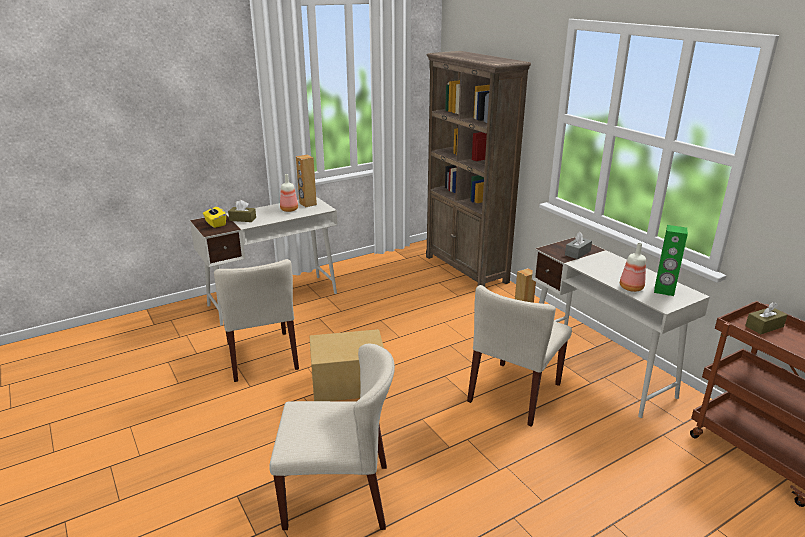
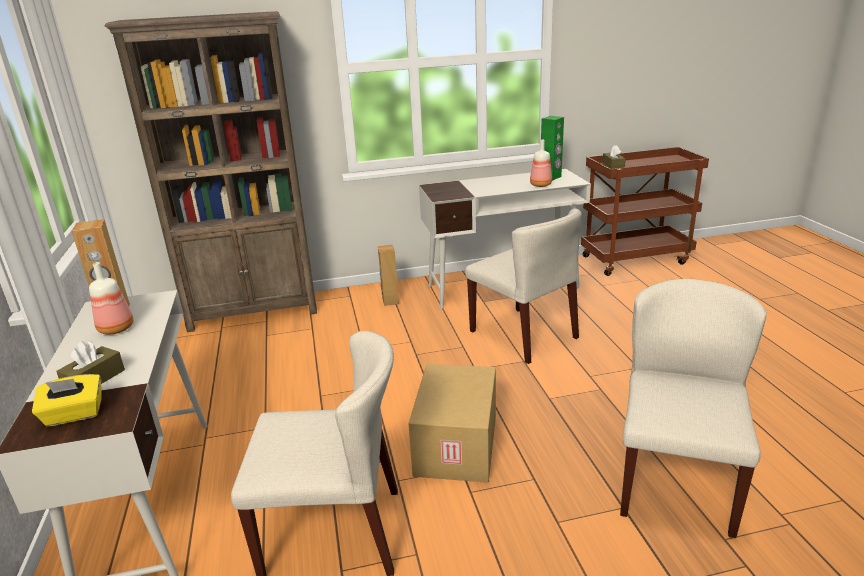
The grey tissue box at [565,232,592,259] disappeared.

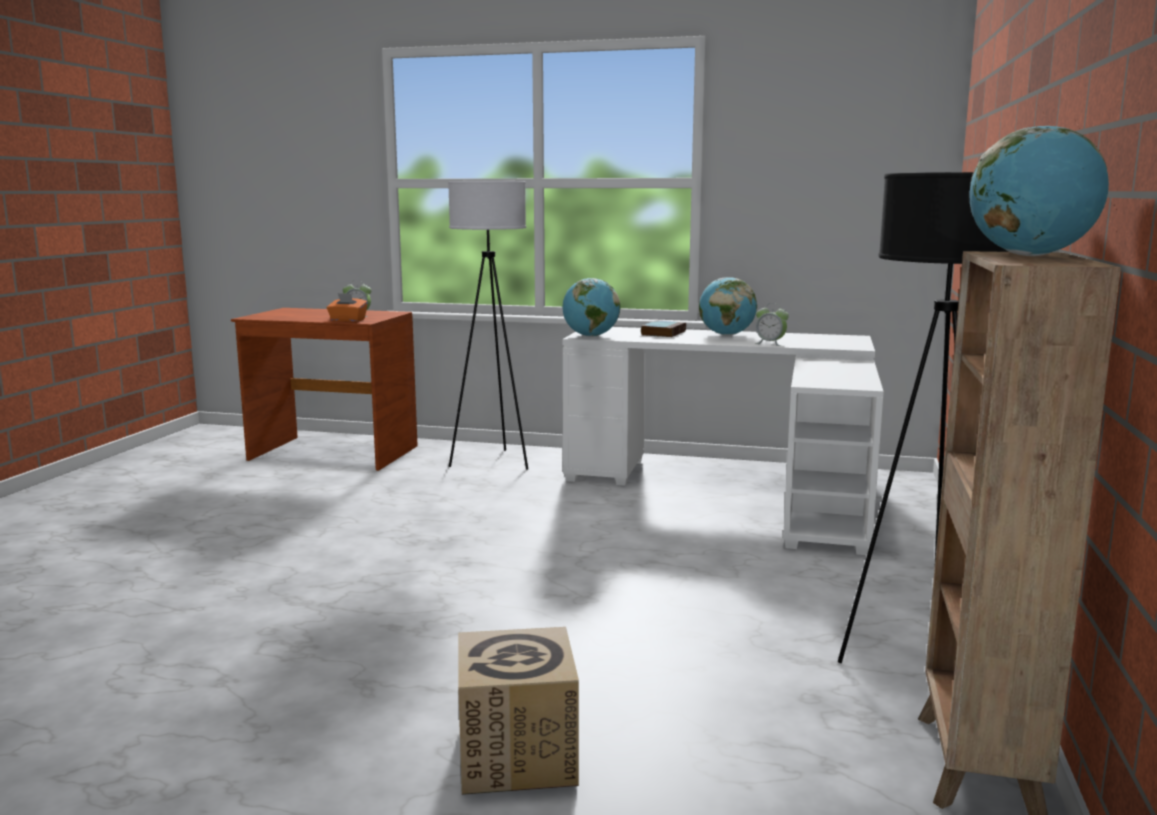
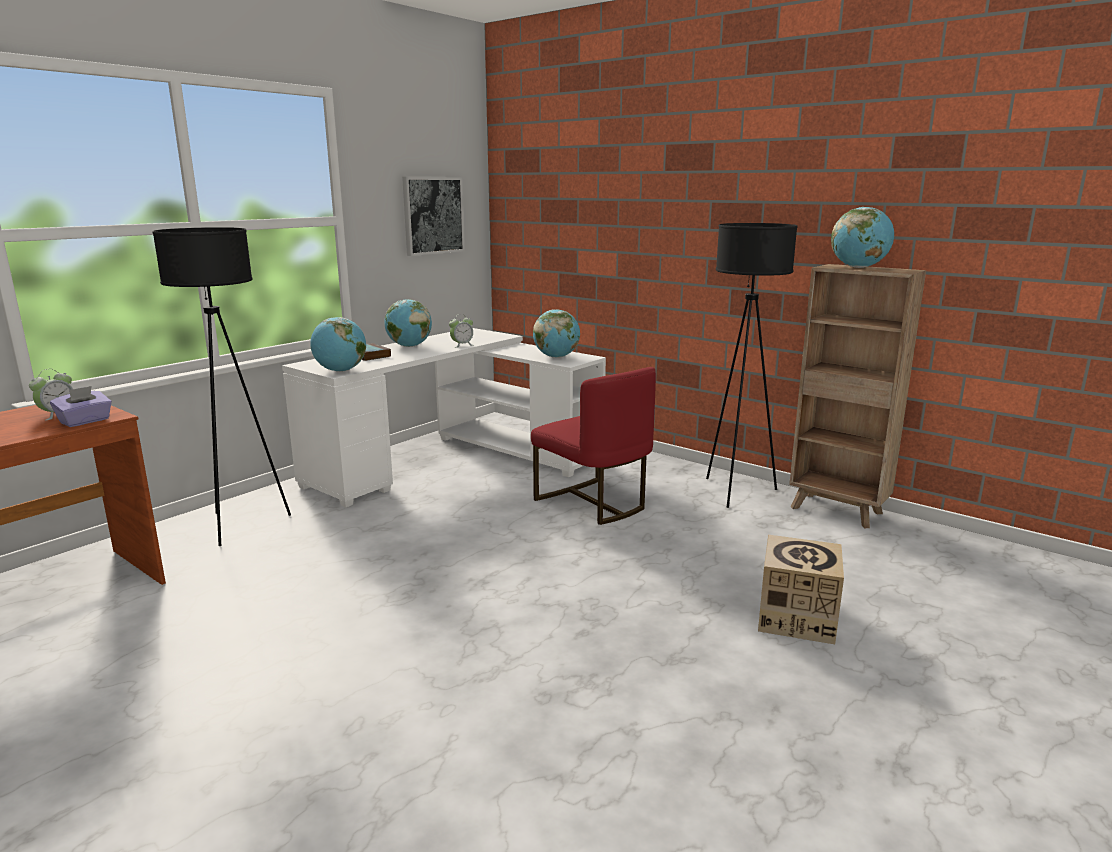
The white floor lamp at [448,181,528,470] became the black floor lamp at [152,227,291,546].
The orange tissue box at [327,293,368,322] became the purple tissue box at [50,386,112,427].
The picture at [402,177,465,256] appeared.
The globe at [533,309,580,358] appeared.
The red chair at [531,367,656,525] appeared.

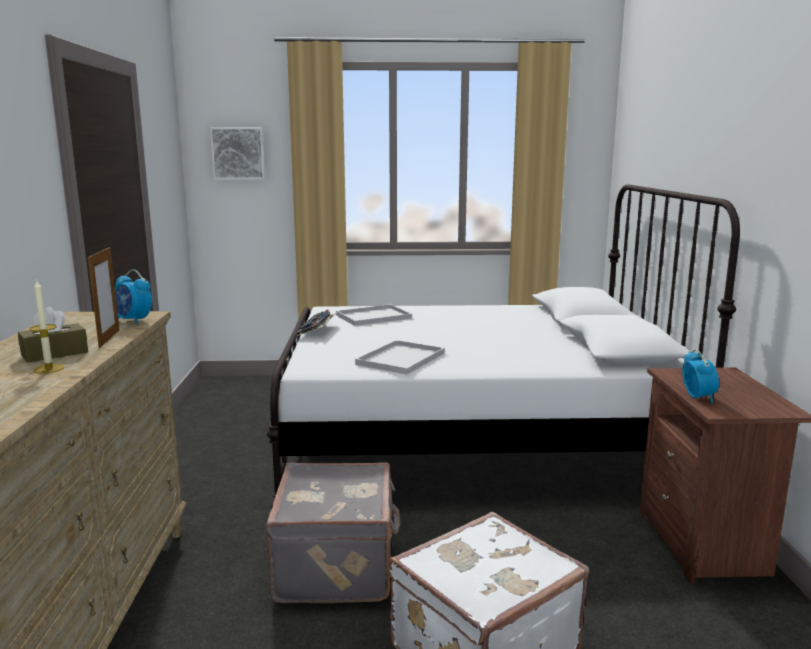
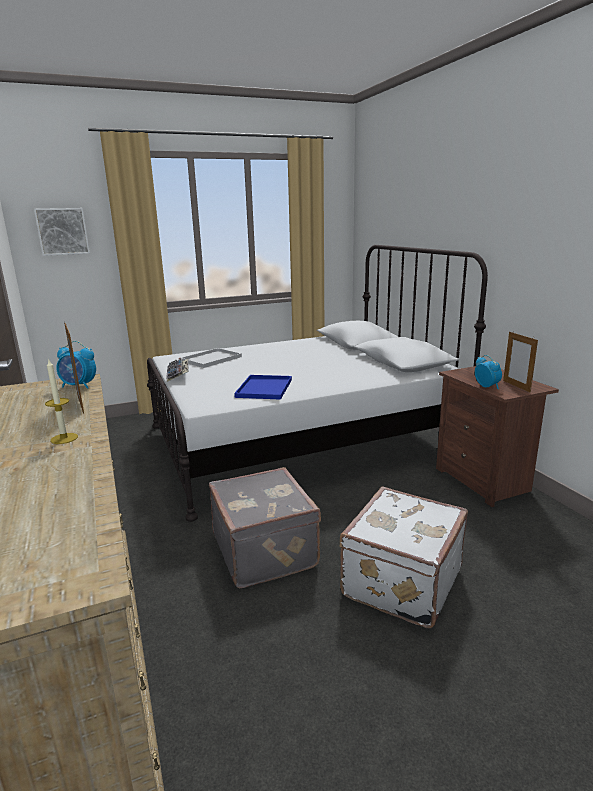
The brown tissue box at [18,307,88,363] disappeared.
The white tray at [355,340,445,374] became the blue tray at [234,375,292,400].
The picture frame at [503,332,538,392] appeared.

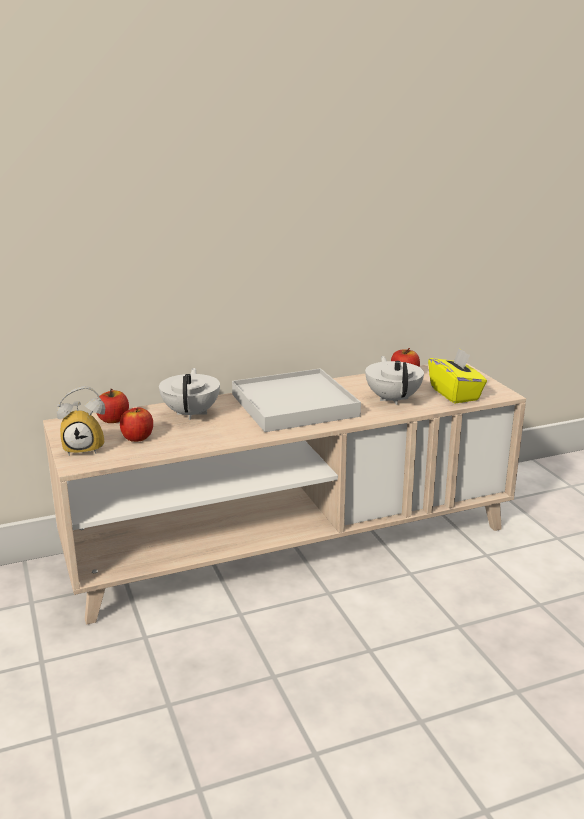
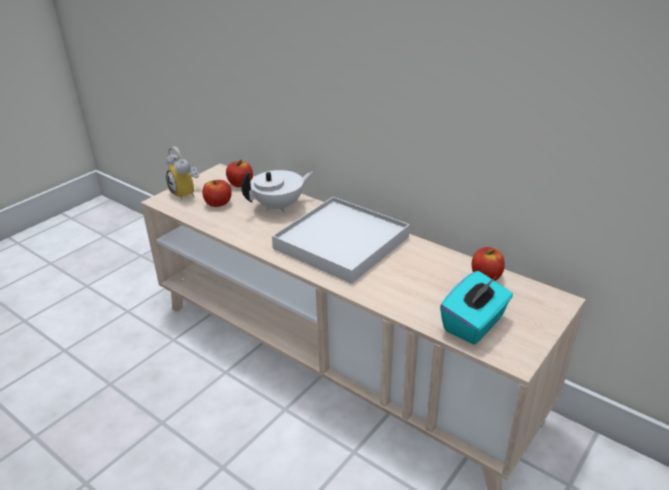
The yellow tissue box at [428,348,487,403] became the turquoise tissue box at [440,271,513,345].
The white teapot at [365,356,424,405] disappeared.

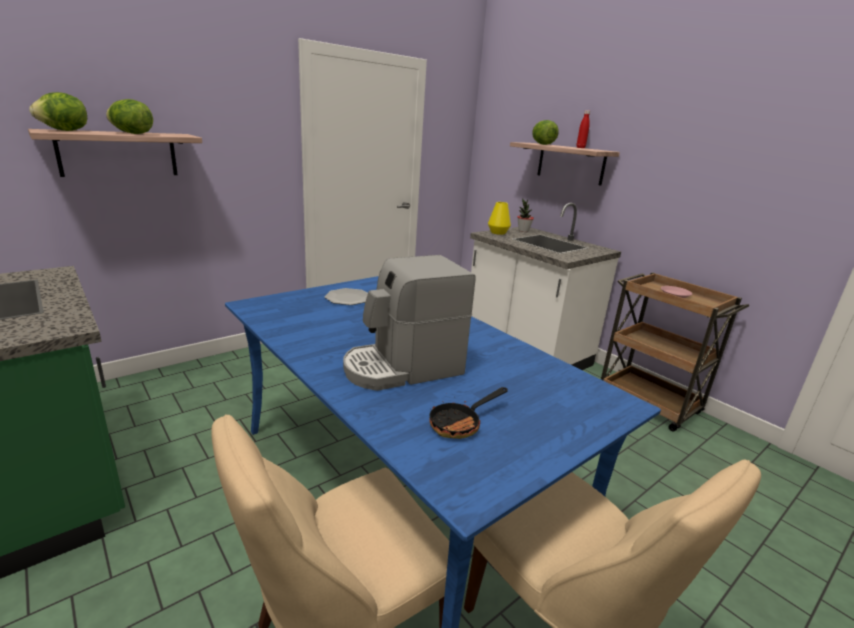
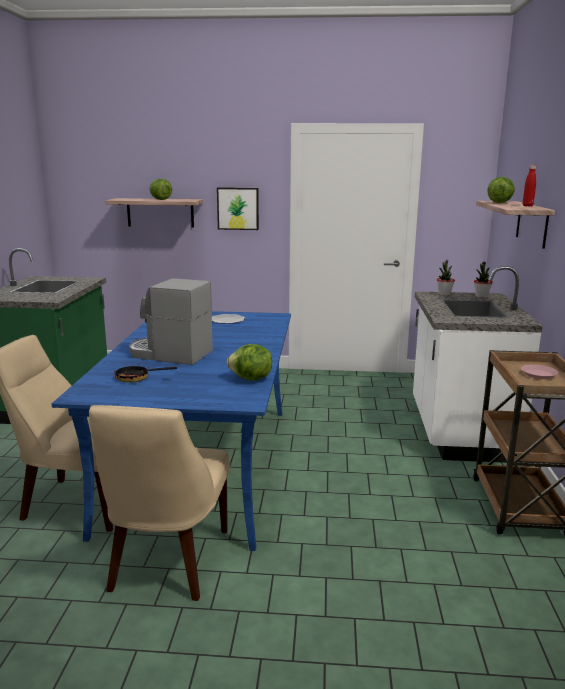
The lettuce moved from [29,92,87,131] to [227,344,272,381].
The yellow vase at [488,202,511,235] was replaced by the potted plant at [437,260,455,296].
The picture at [217,187,259,230] appeared.

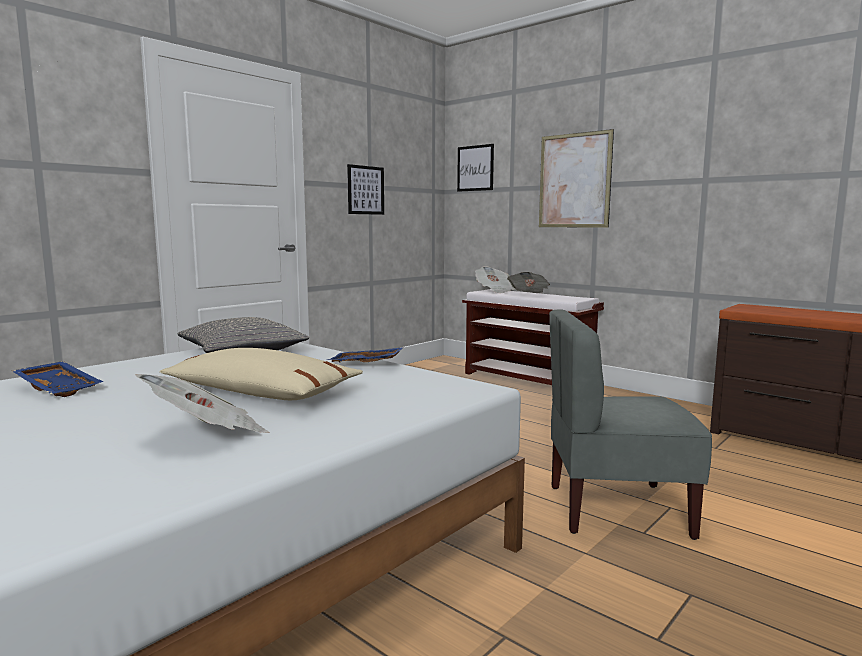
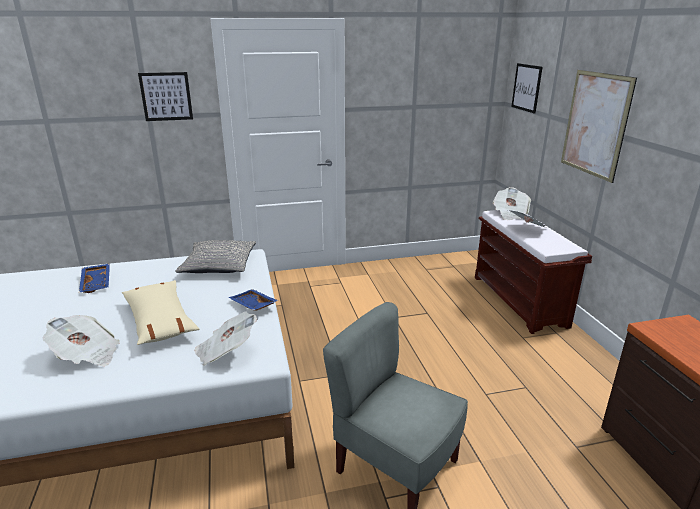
The picture moved from [347,164,384,215] to [138,72,193,121].
The newspaper at [194,312,257,366] appeared.

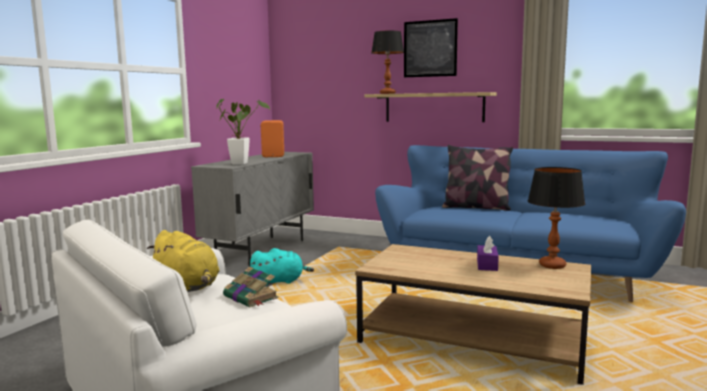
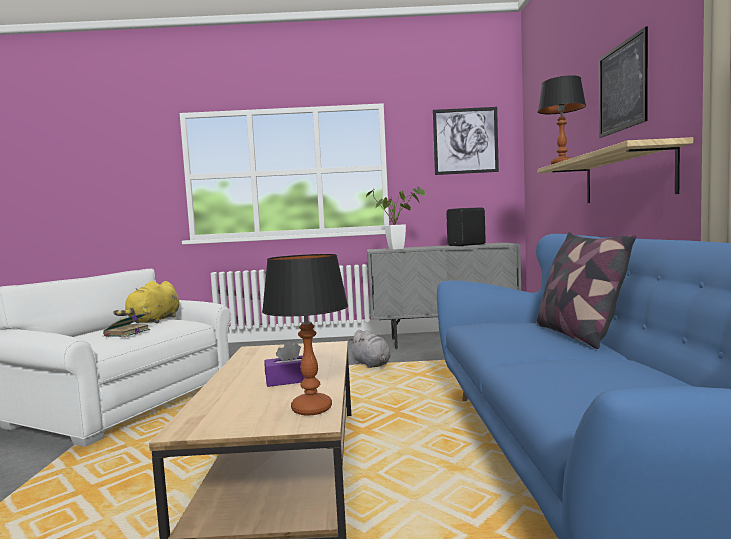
The orange speaker at [261,120,284,157] became the black speaker at [446,207,486,246].
The turquoise plush toy at [250,248,314,285] became the grey plush toy at [349,329,391,368].
The picture at [433,107,499,175] appeared.

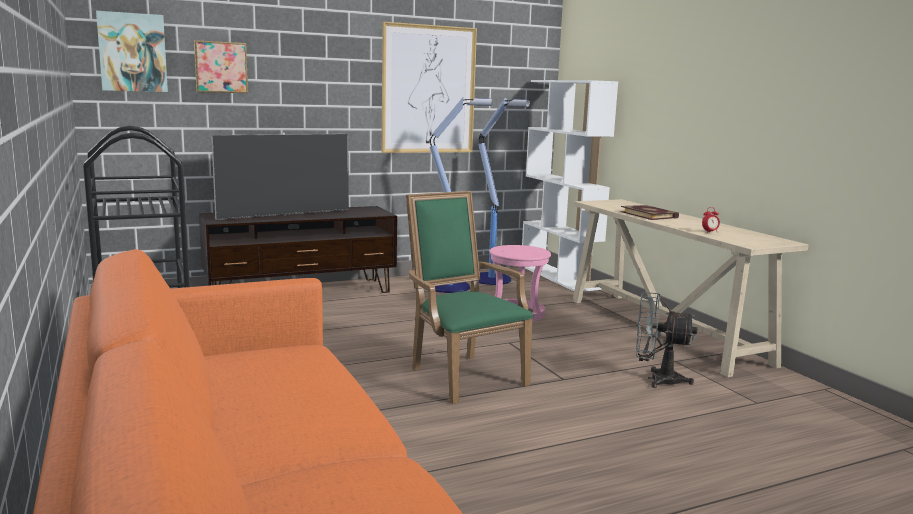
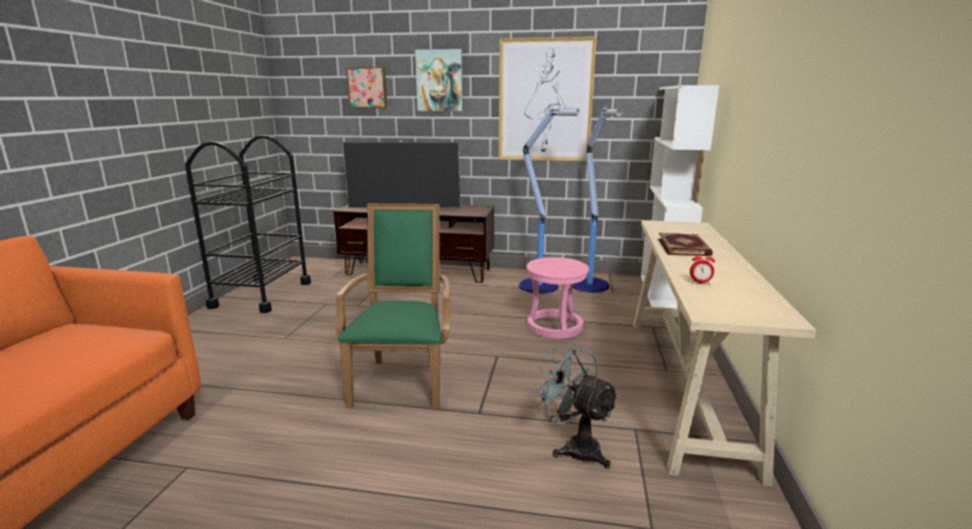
The picture moved from [96,11,168,92] to [415,49,463,111].

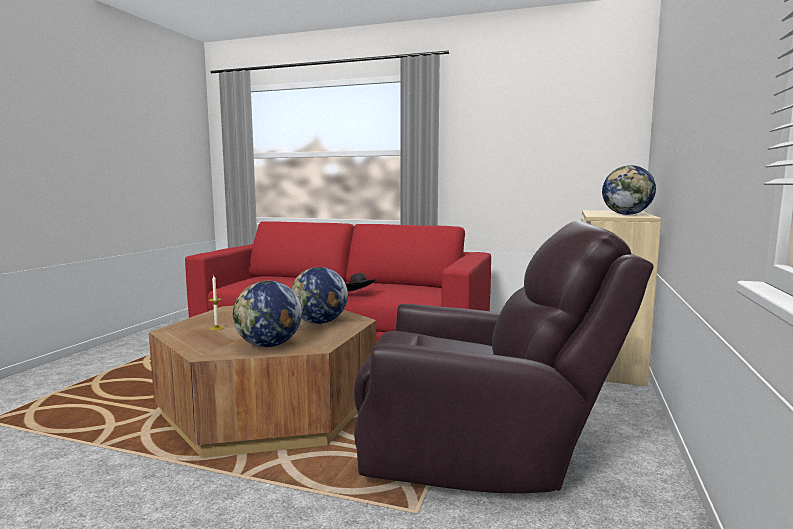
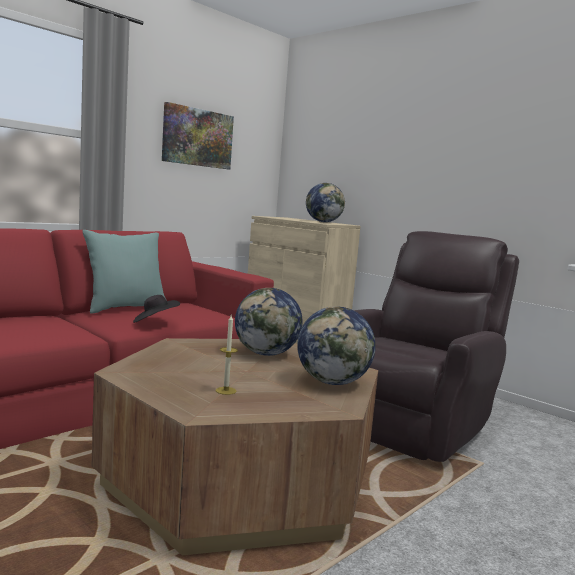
The picture at [162,102,234,169] appeared.
The turquoise pillow at [82,230,167,314] appeared.

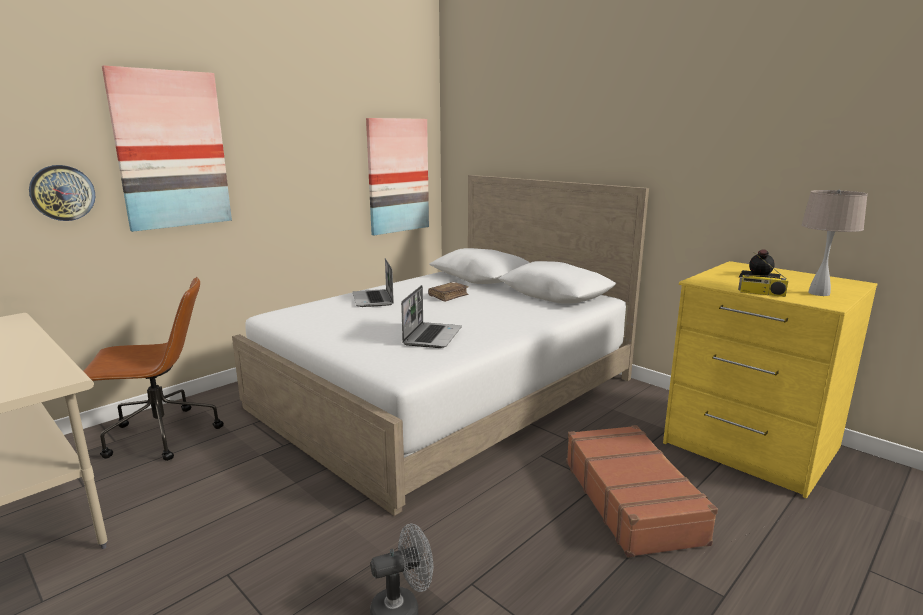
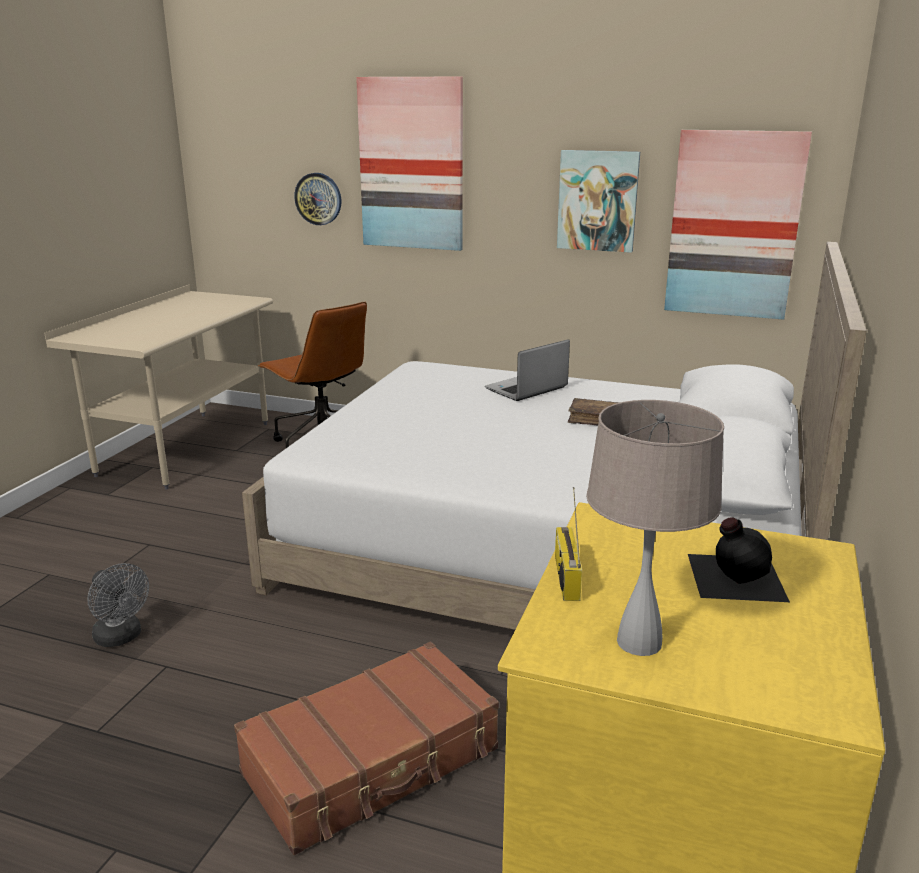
The laptop at [401,285,462,348] disappeared.
The picture at [557,150,640,253] appeared.

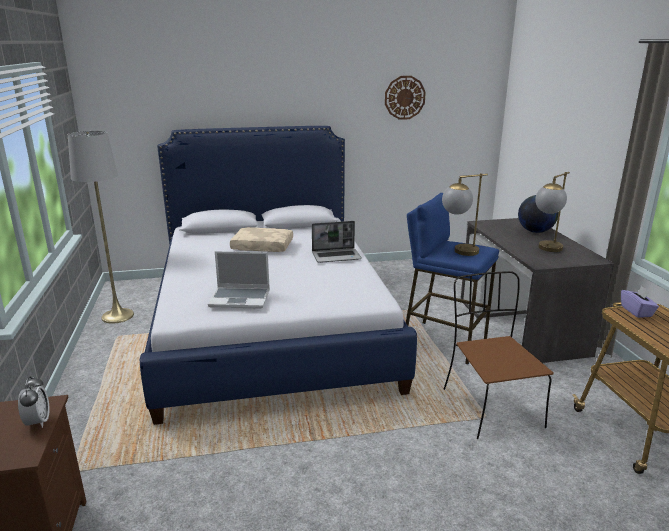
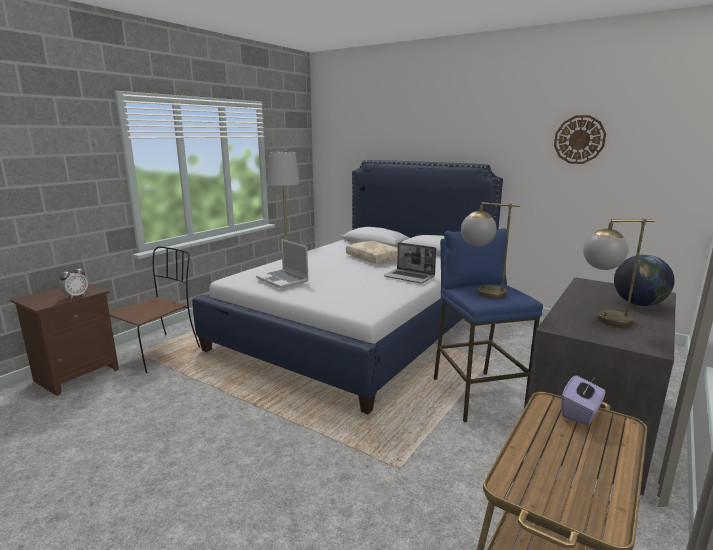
The brown chair moved from [444,271,554,439] to [109,246,200,373].

